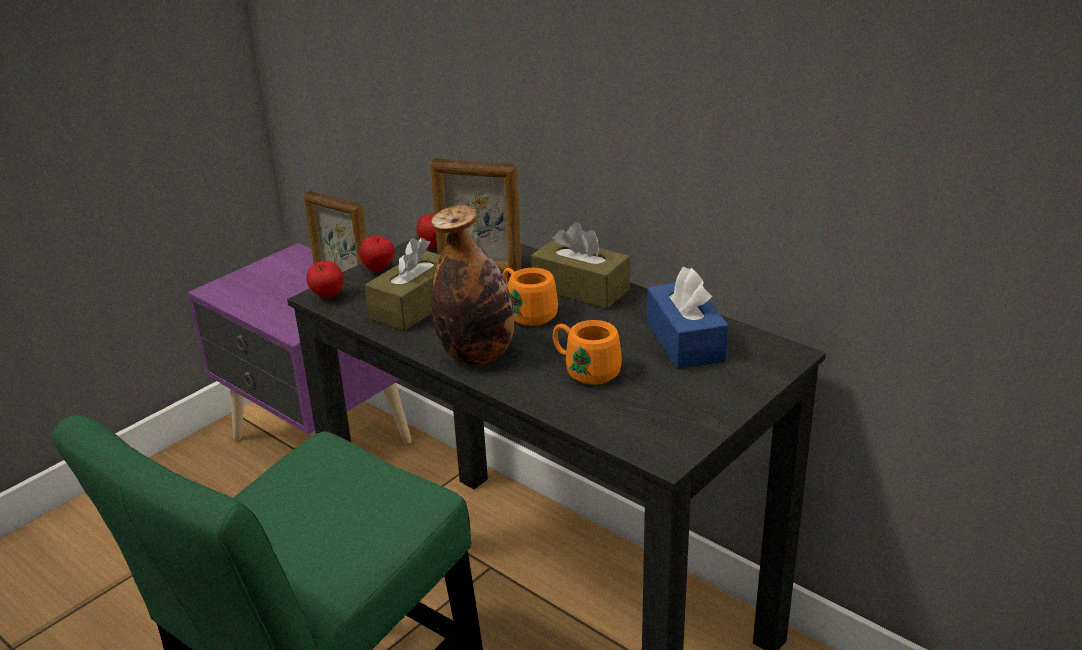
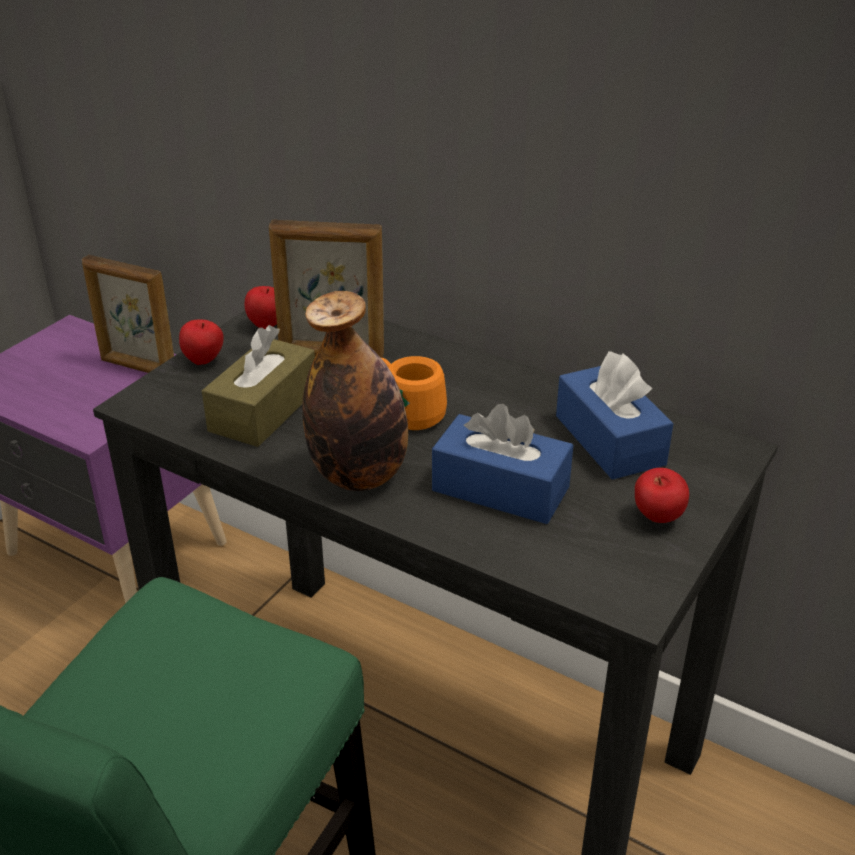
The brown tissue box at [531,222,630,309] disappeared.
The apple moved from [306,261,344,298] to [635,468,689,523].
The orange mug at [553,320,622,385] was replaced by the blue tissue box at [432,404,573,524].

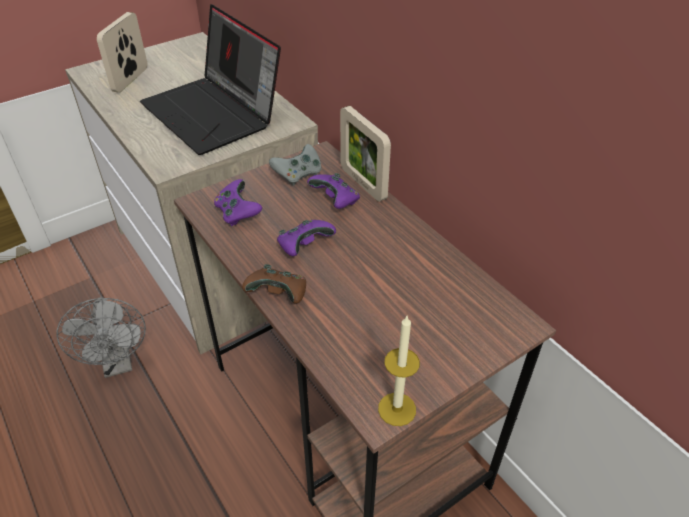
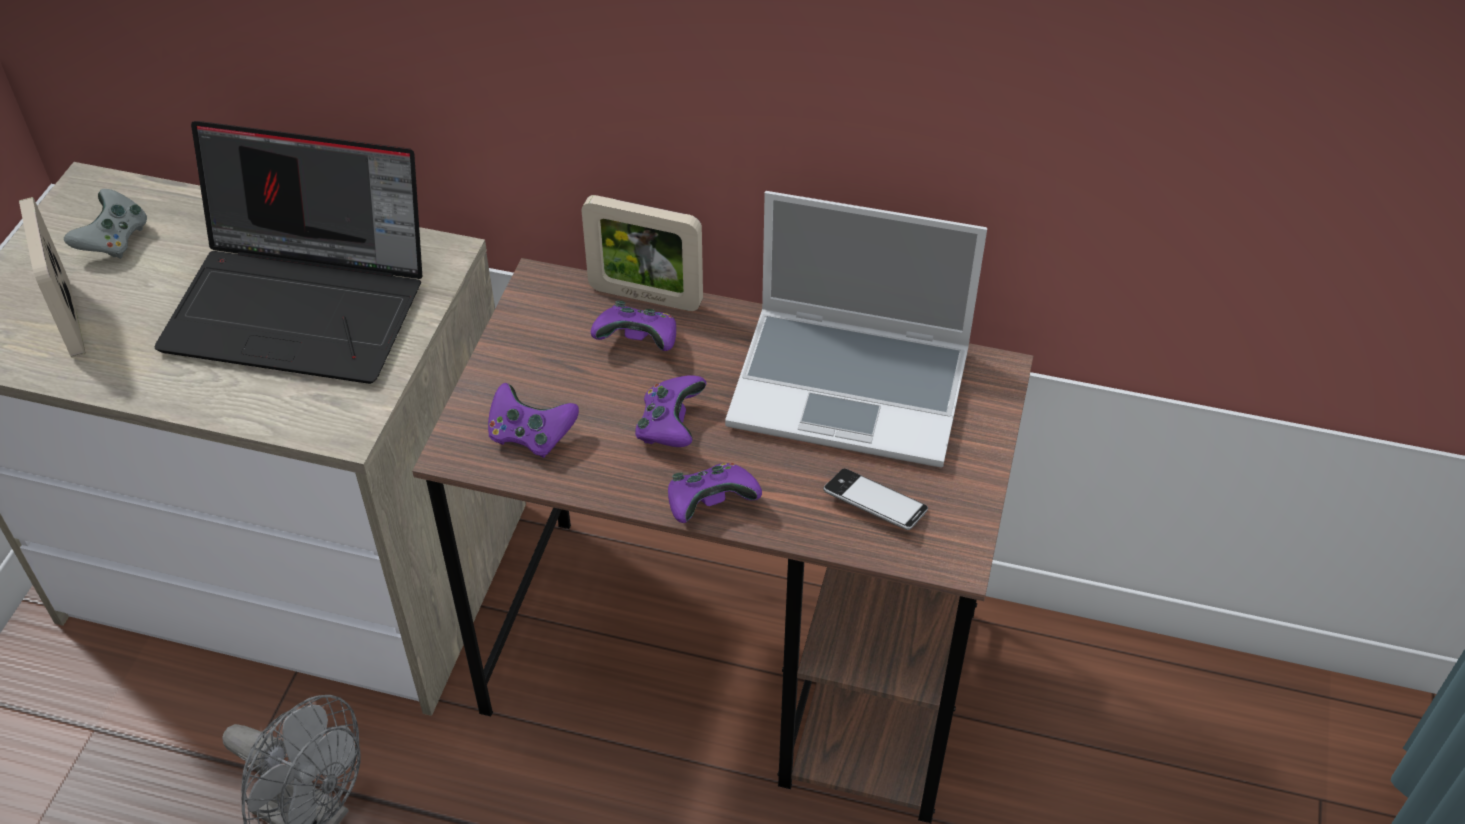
The grey game controller moved from [269,144,322,186] to [64,189,147,259].
The brown game controller at [242,264,306,304] became the purple game controller at [668,463,762,523].
The candle at [378,316,420,426] disappeared.
The laptop at [725,191,987,468] appeared.
The phone at [823,468,928,530] appeared.

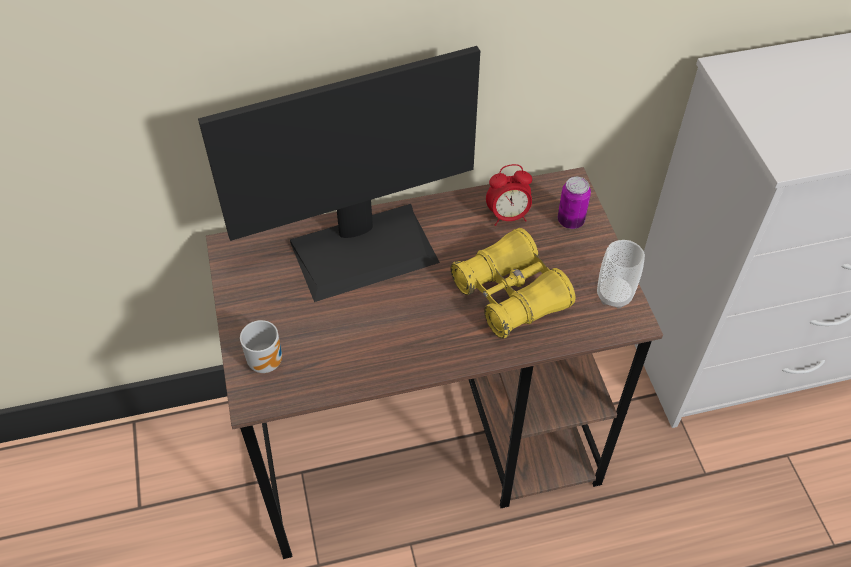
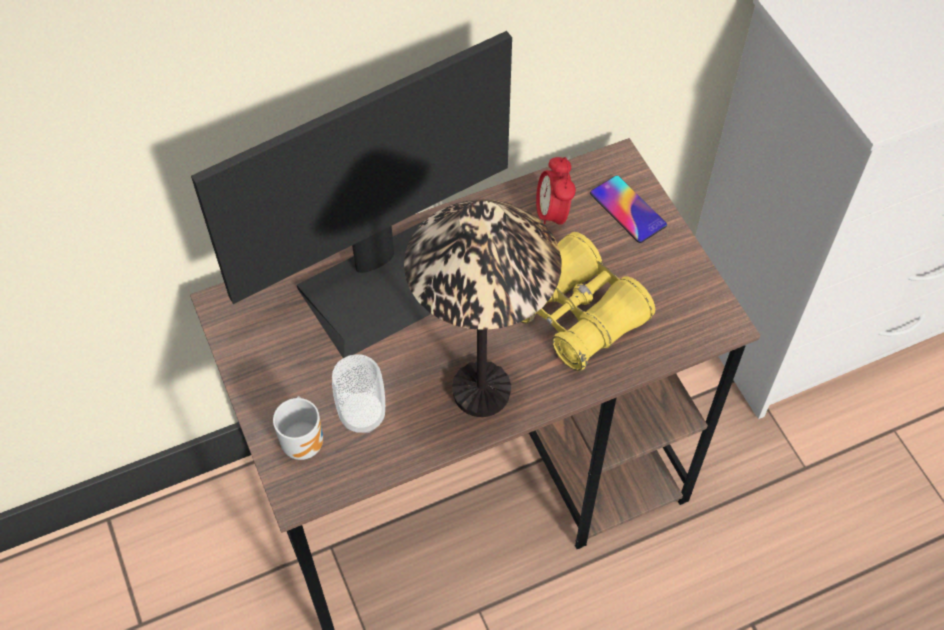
The alarm clock at [486,164,532,226] turned 105 degrees clockwise.
The can at [558,177,591,229] was replaced by the phone at [590,175,667,243].
The cup moved from [597,240,645,309] to [332,354,385,433].
The table lamp at [404,199,562,417] appeared.

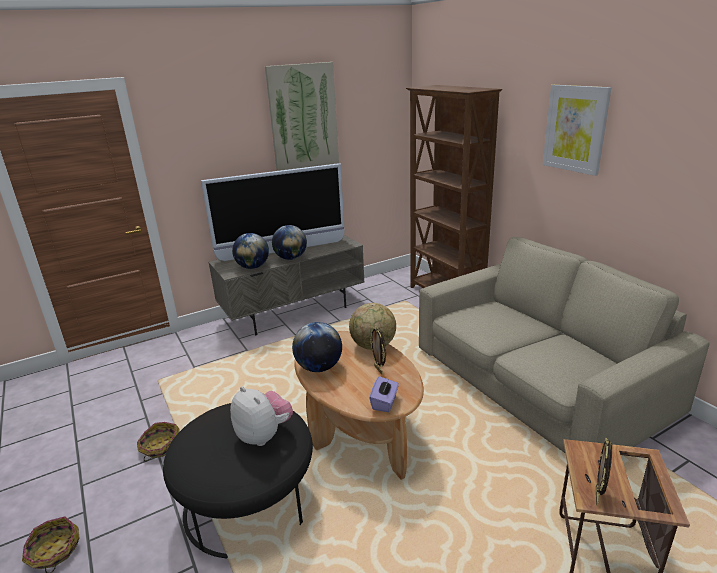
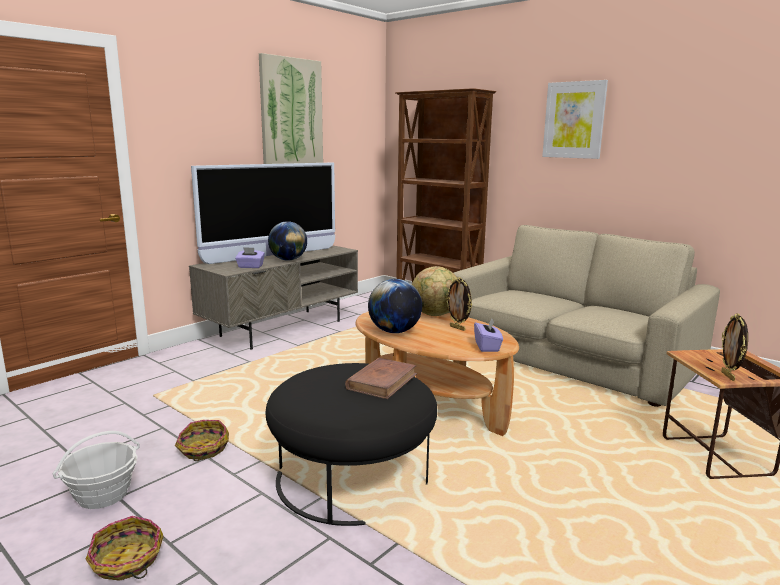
The globe at [232,233,269,269] was replaced by the purple tissue box at [235,247,265,268].
The plush toy at [230,386,293,446] was replaced by the brown book at [345,358,417,399].
The basket at [53,431,139,509] appeared.

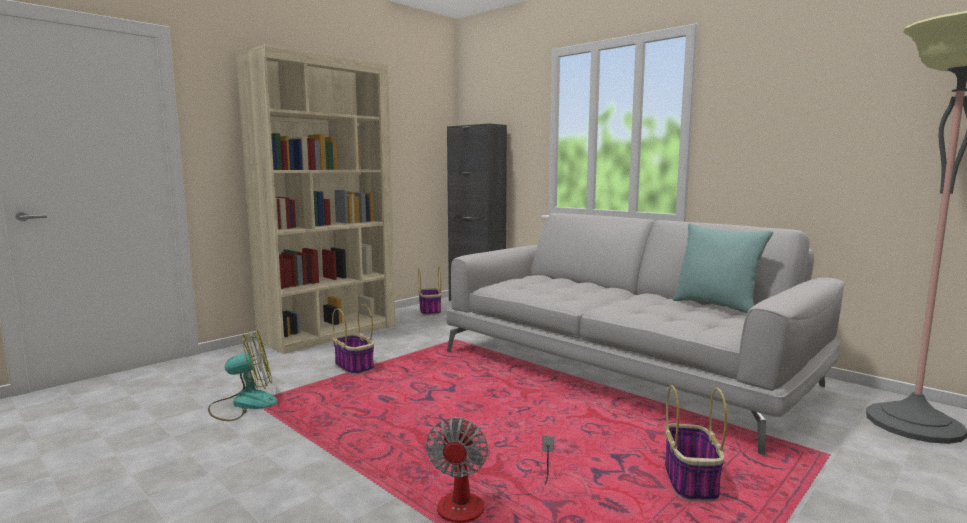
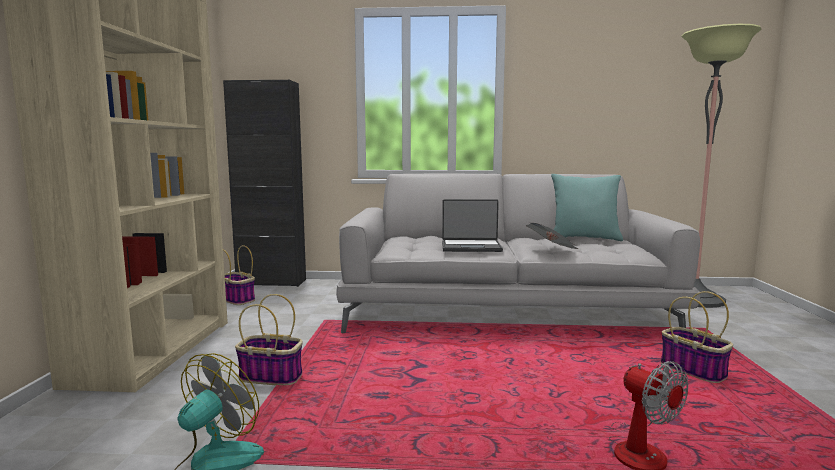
The laptop at [442,199,503,252] appeared.
The newspaper at [526,223,579,249] appeared.

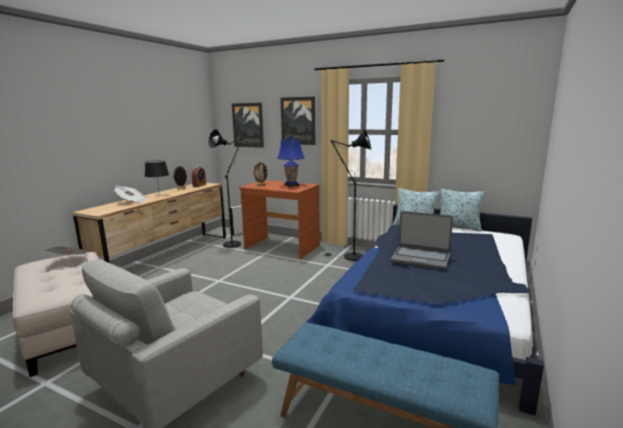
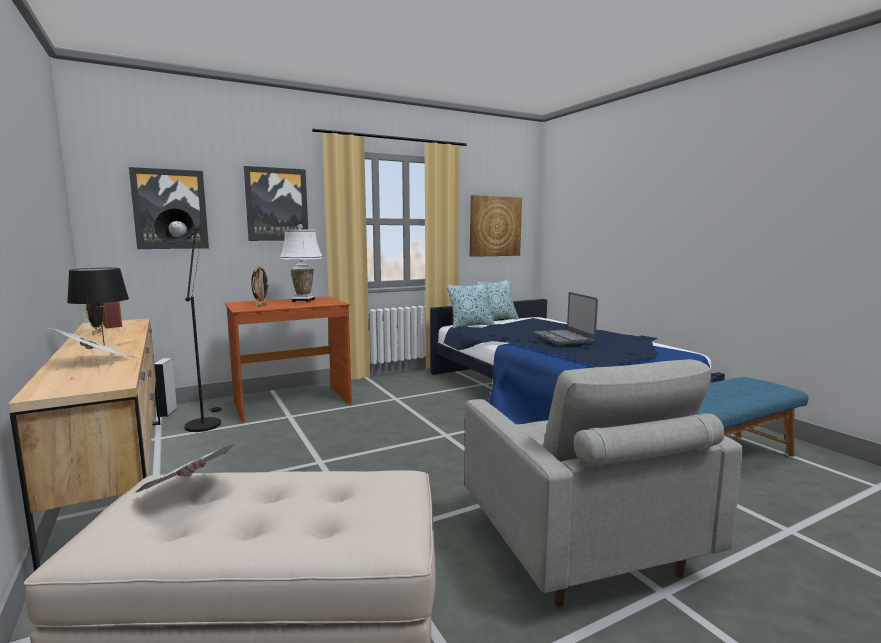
The black floor lamp at [324,129,371,261] disappeared.
The blue table lamp at [277,136,305,187] became the white table lamp at [279,224,323,302].
The laptop at [391,211,453,270] turned 105 degrees clockwise.
The picture at [470,195,522,257] appeared.

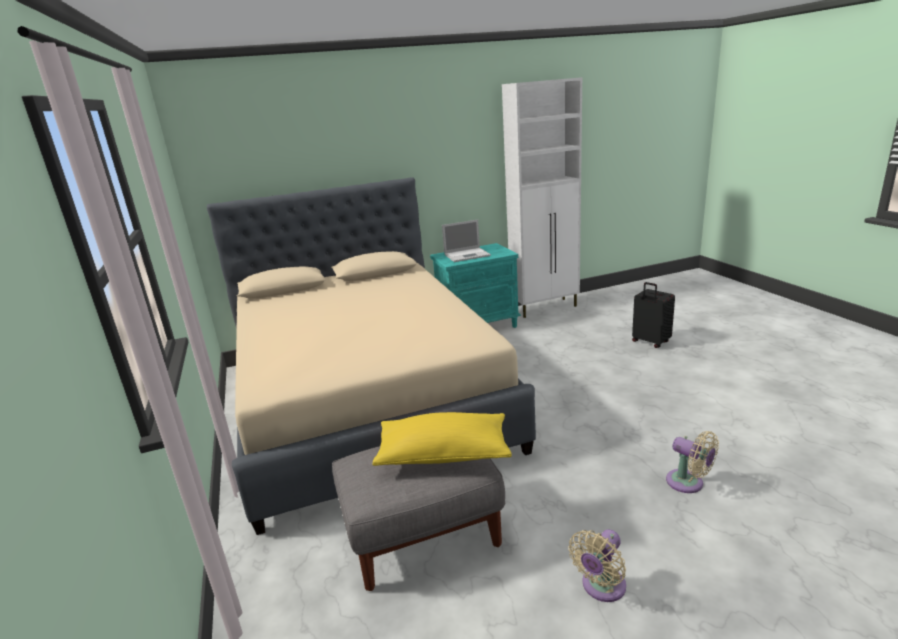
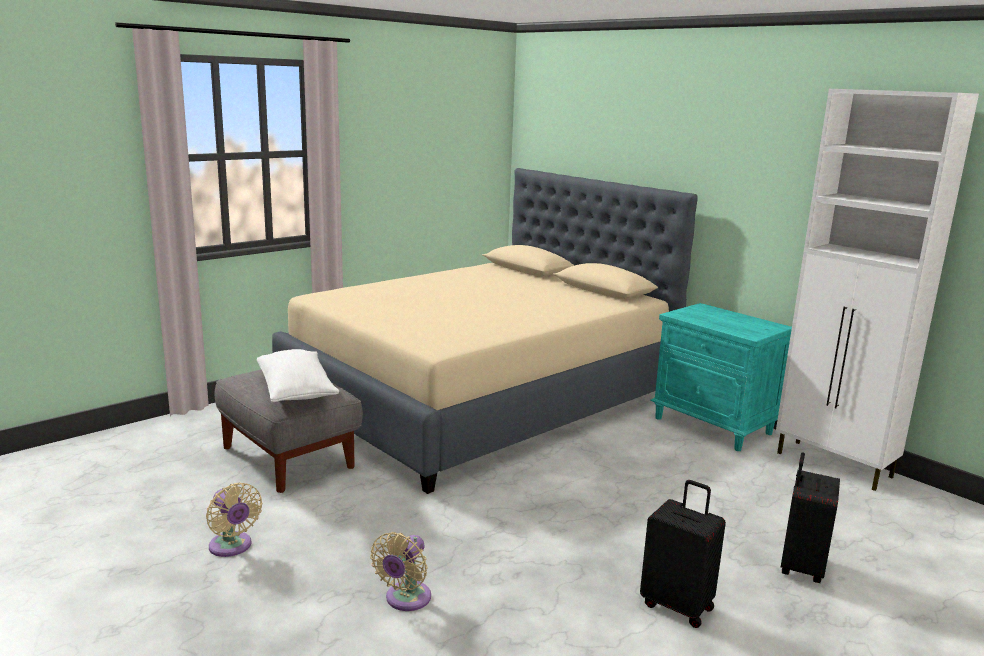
The laptop at [442,219,491,262] disappeared.
The yellow pillow at [372,412,512,466] became the white pillow at [257,349,339,402].
The beige fan at [568,530,626,602] turned 150 degrees counterclockwise.
The black suitcase at [640,480,726,628] appeared.

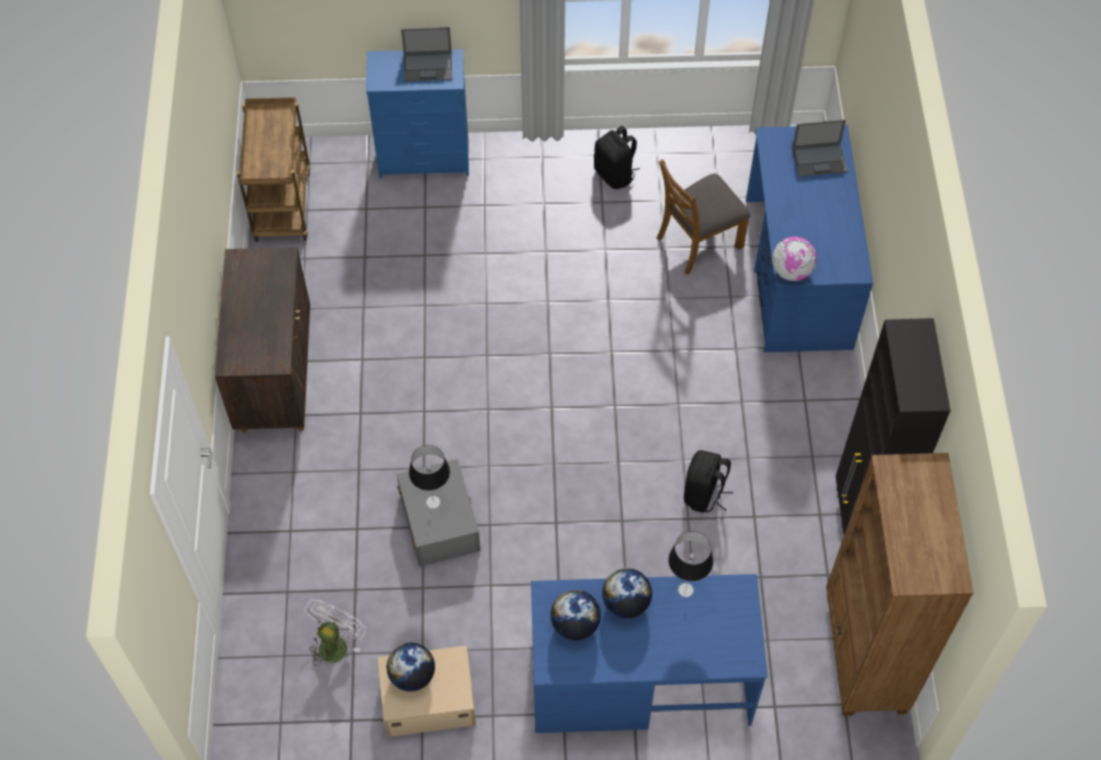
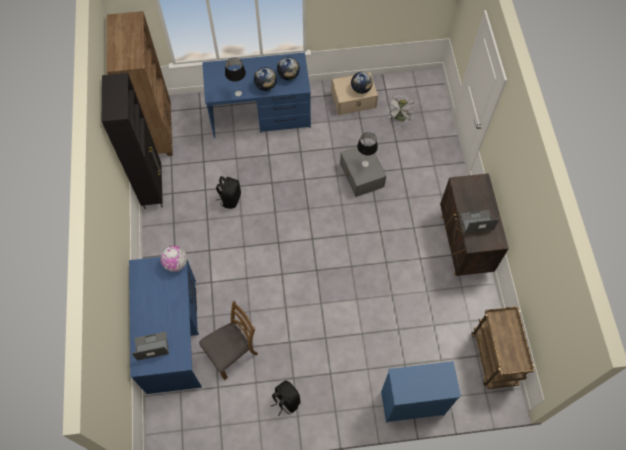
The laptop moved from [401,27,452,82] to [460,210,499,233].

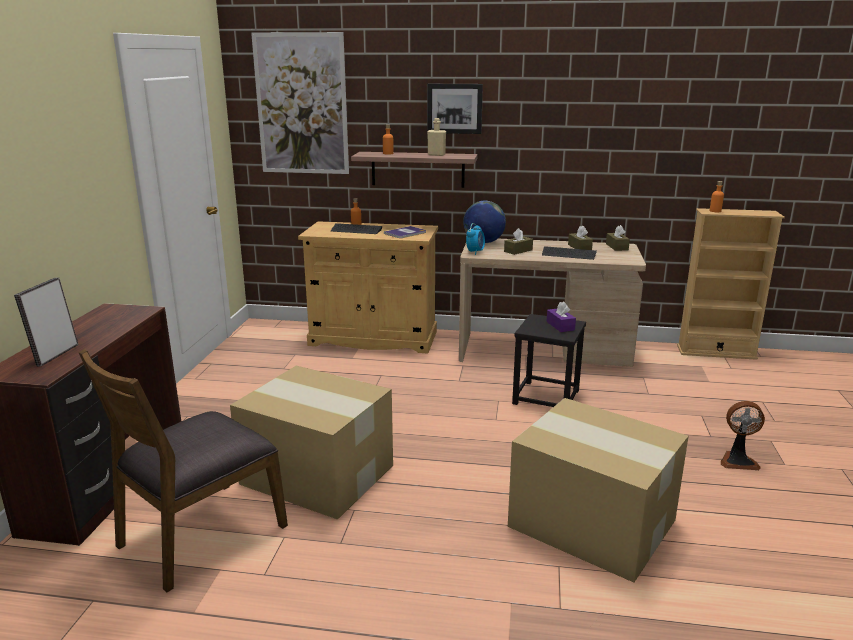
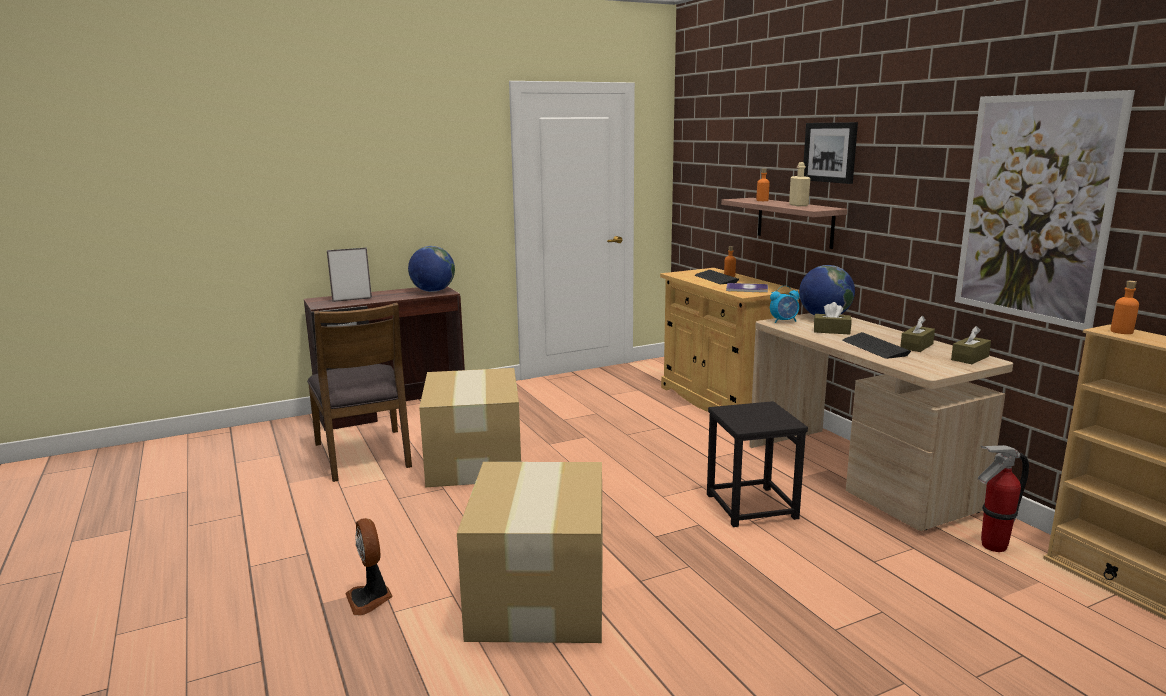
The picture moved from [251,32,349,174] to [955,90,1135,330].
The purple tissue box at [546,302,576,332] disappeared.
The brown chair at [78,349,288,593] turned 120 degrees counterclockwise.
The fan moved from [721,401,765,470] to [345,518,393,615].
The globe at [408,246,455,292] appeared.
The fire extinguisher at [978,445,1029,552] appeared.

